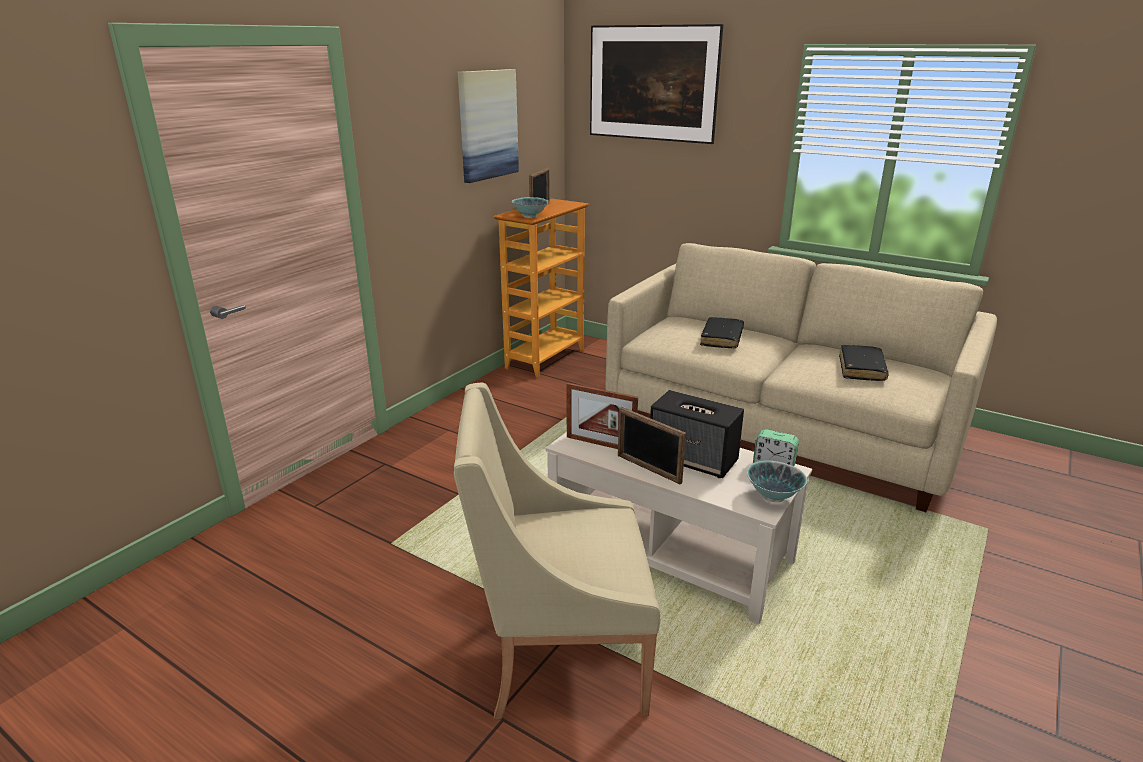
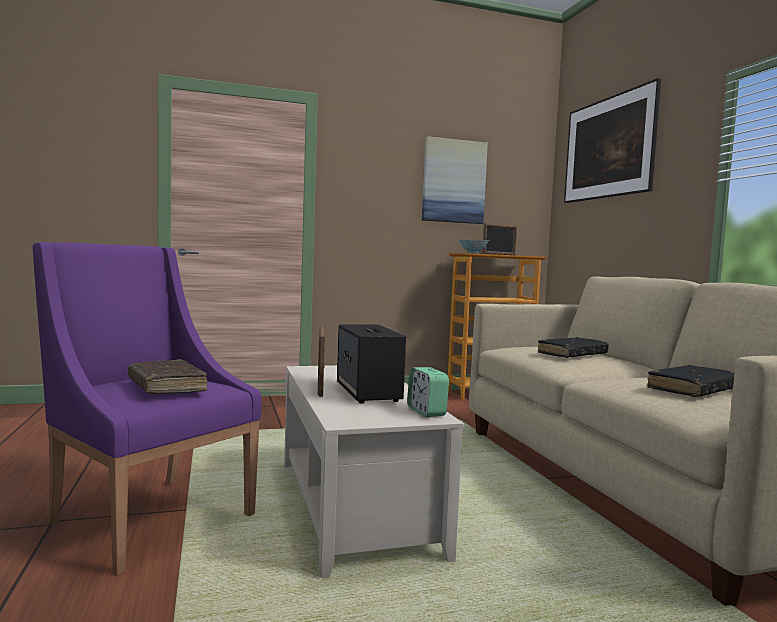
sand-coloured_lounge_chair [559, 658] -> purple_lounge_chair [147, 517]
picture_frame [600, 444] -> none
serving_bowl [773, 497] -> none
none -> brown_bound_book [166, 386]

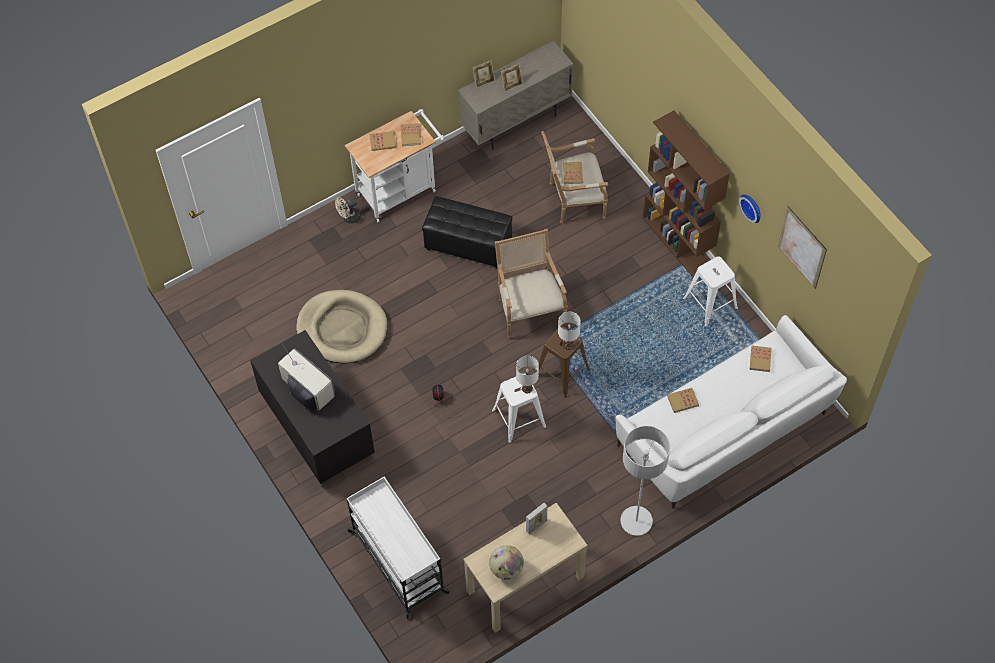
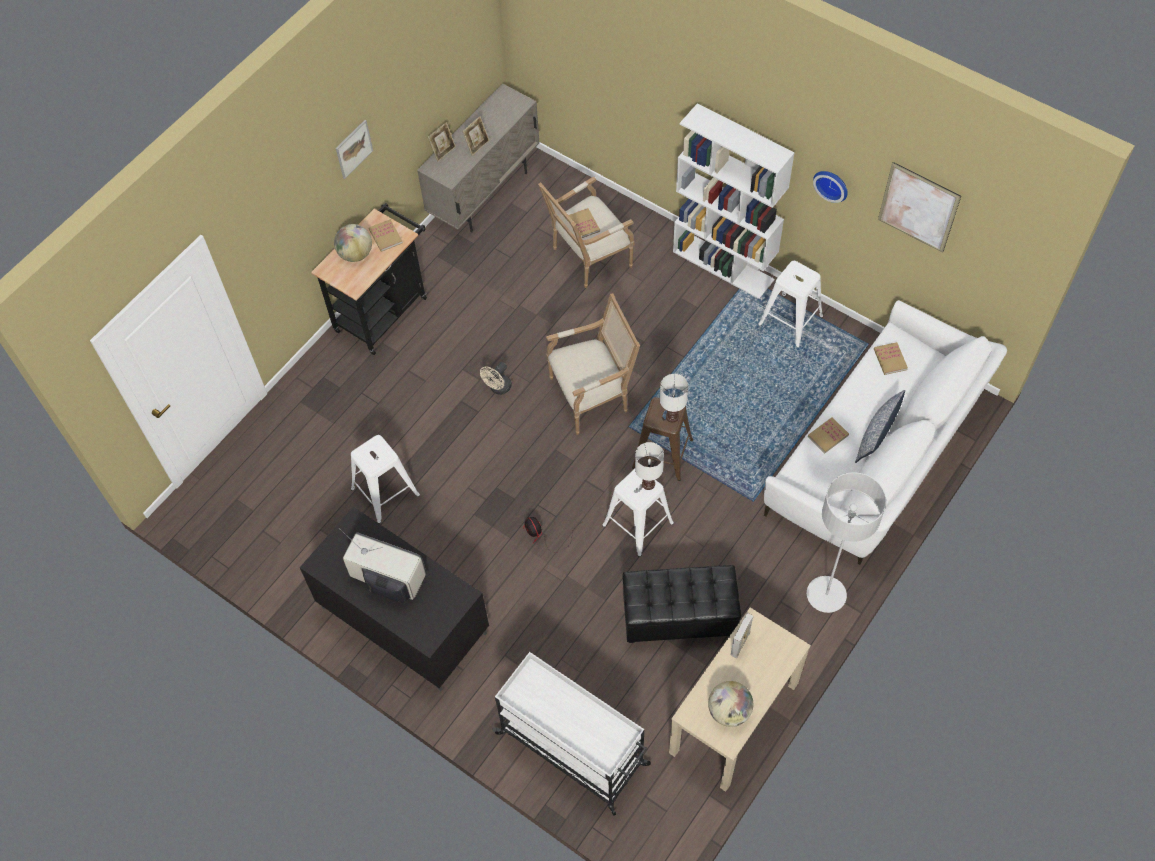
white-coloured_wheeled_cart [400, 190] -> black-coloured_wheeled_cart [384, 310]
brown_bookshelf [678, 242] -> white-coloured_bookshelf [724, 265]
bound_book [383, 142] -> globe [355, 254]
black-coloured_footrest [468, 245] -> black-coloured_footrest [679, 618], relocated
sand-coloured_fan [349, 218] -> sand-coloured_fan [498, 388], relocated
lounge_chair [529, 309] -> lounge_chair [593, 395], 105 degrees clockwise
sand-coloured_pet_bed [342, 329] -> white-coloured_stool_seat [384, 492]
none -> wall_art [353, 149]
none -> cushion [877, 434]

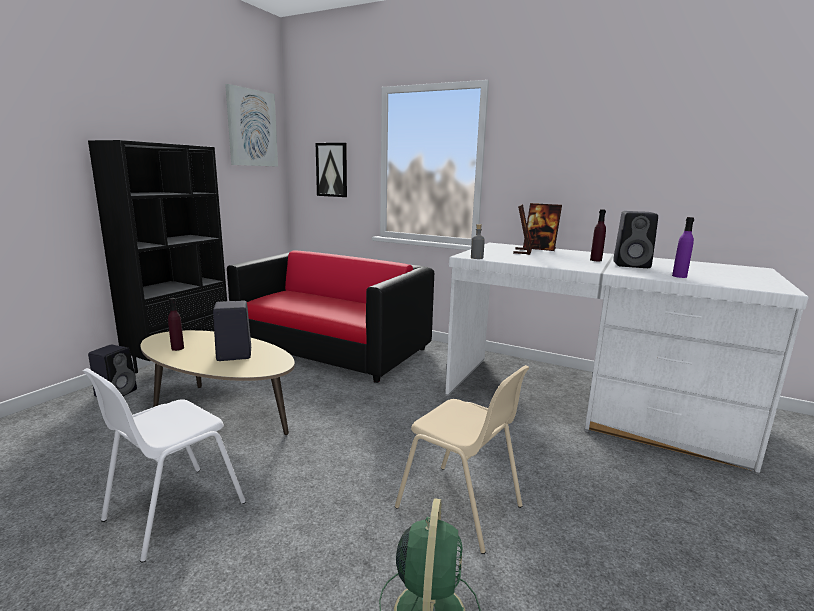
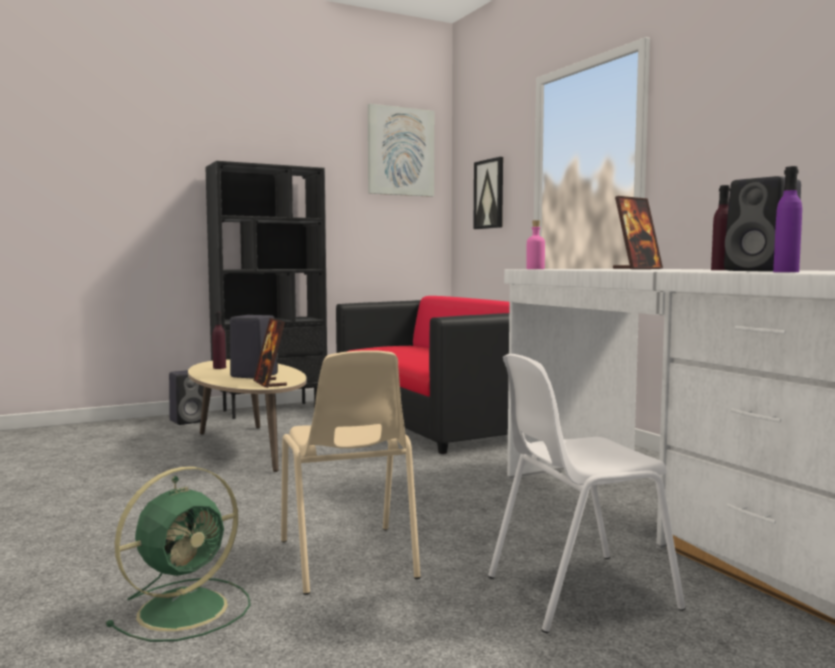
picture_frame [539, 248] -> picture_frame [270, 383], relocated
grey_drink_bottle [476, 258] -> pink-coloured_drink_bottle [535, 269]
white-coloured_chair [173, 511] -> white-coloured_chair [577, 592], relocated

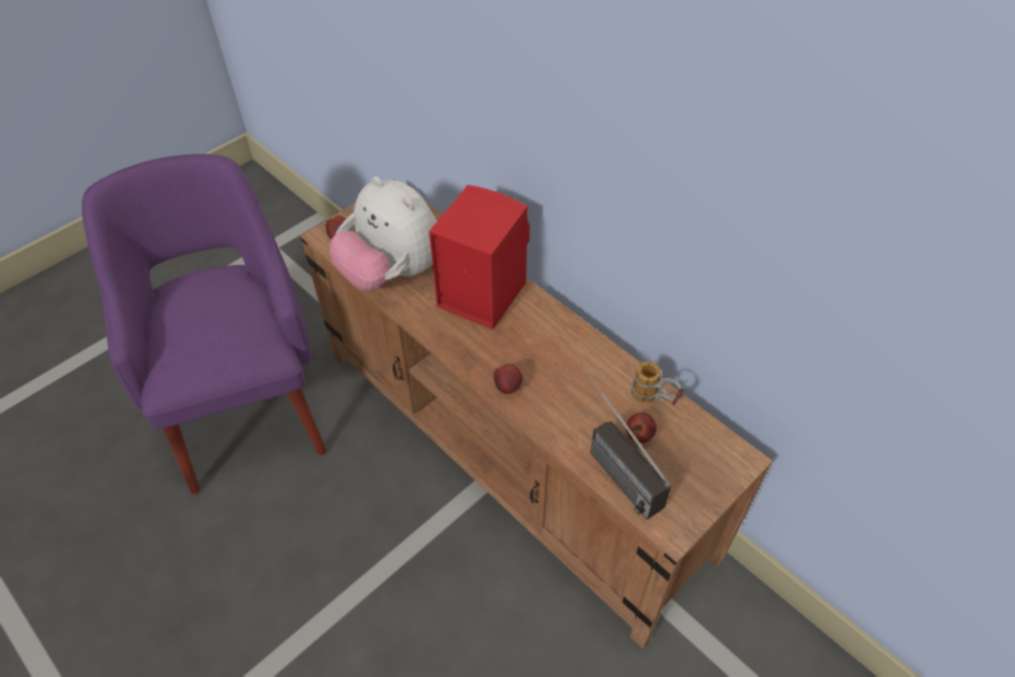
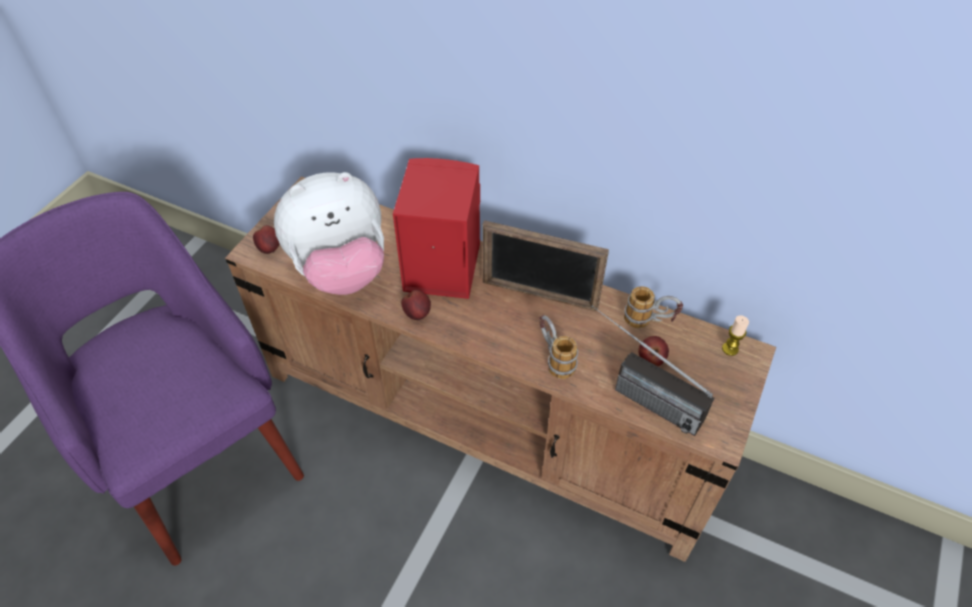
plush_toy [392, 273] -> plush_toy [341, 270], 45 degrees counterclockwise
whole_apple [508, 387] -> whole_apple [418, 314], relocated
none -> picture_frame [539, 295]
none -> mug [554, 358]
none -> candle [730, 349]

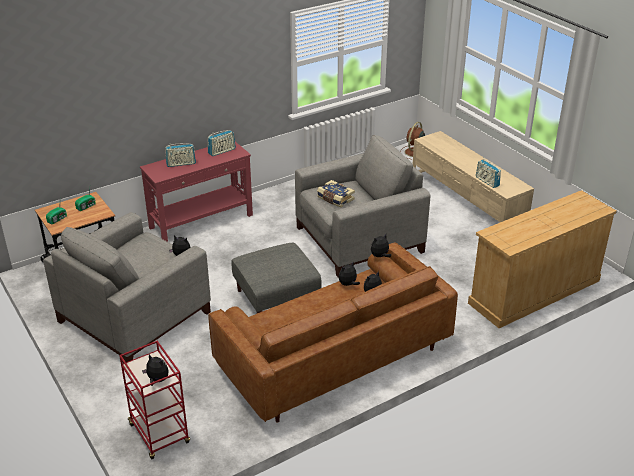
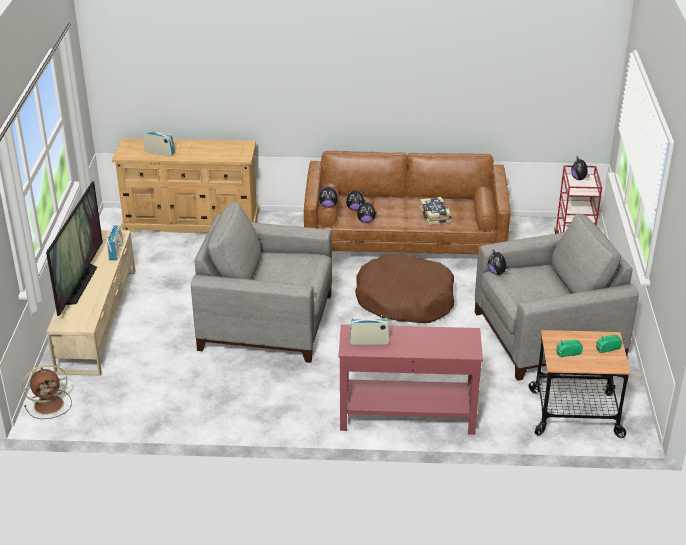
radio_set [181, 164] -> radio_set [159, 152], relocated
bound_book [335, 199] -> bound_book [435, 216], relocated
grey_footrest [276, 298] -> brown_pet_bed [405, 300]
none -> television [80, 284]

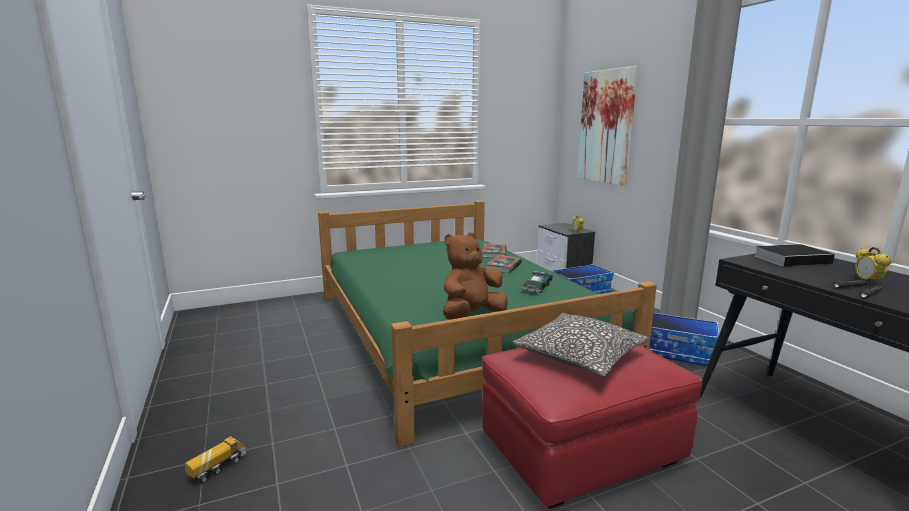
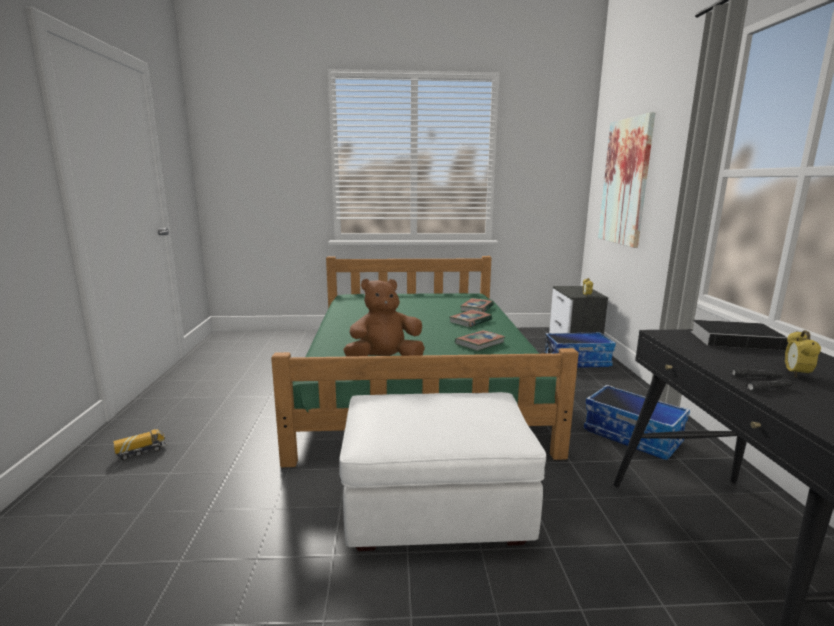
miniature_car [537, 287] -> bound_book [480, 343]
cushion [580, 356] -> none
red-coloured_footrest [580, 450] -> white-coloured_footrest [436, 508]

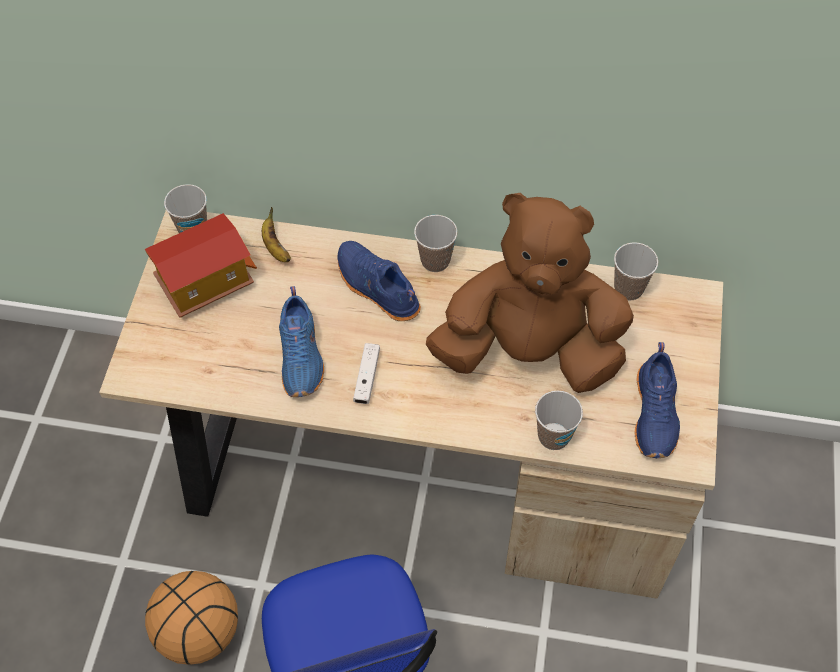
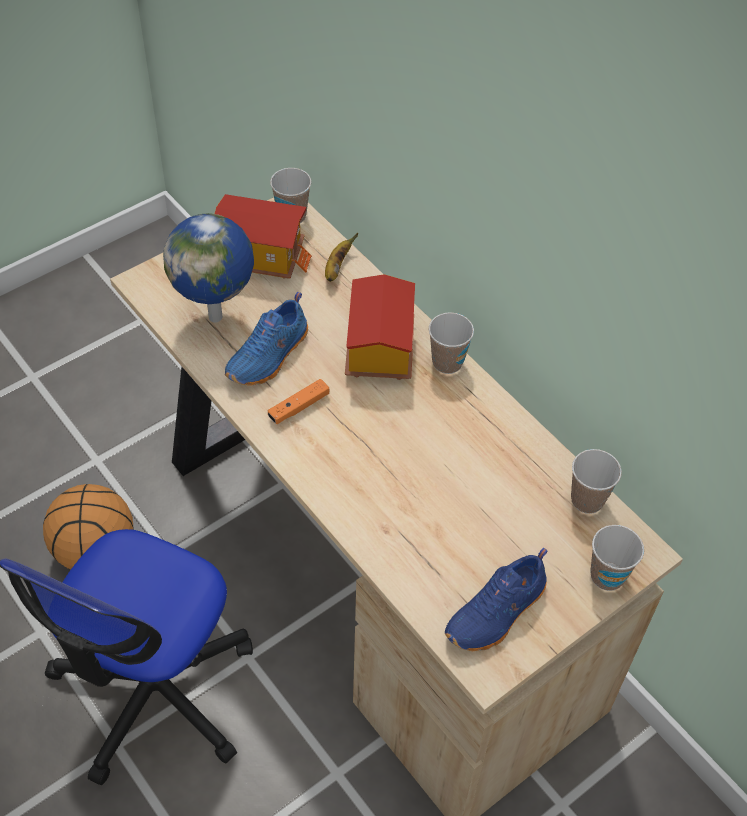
brown_plush_toy [529, 351] -> none
bluish_shoe [376, 289] -> model_house [378, 350]
white-coloured_game_controller [367, 378] -> orange-coloured_game_controller [299, 407]
drinking_cup [553, 436] -> drinking_cup [607, 576], relocated
none -> globe [217, 316]

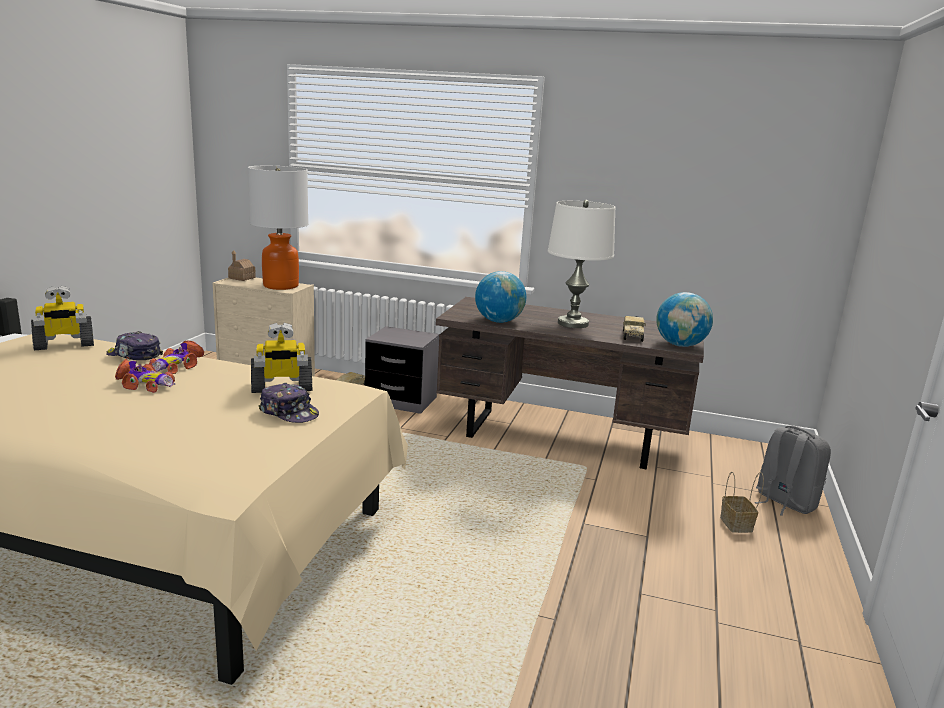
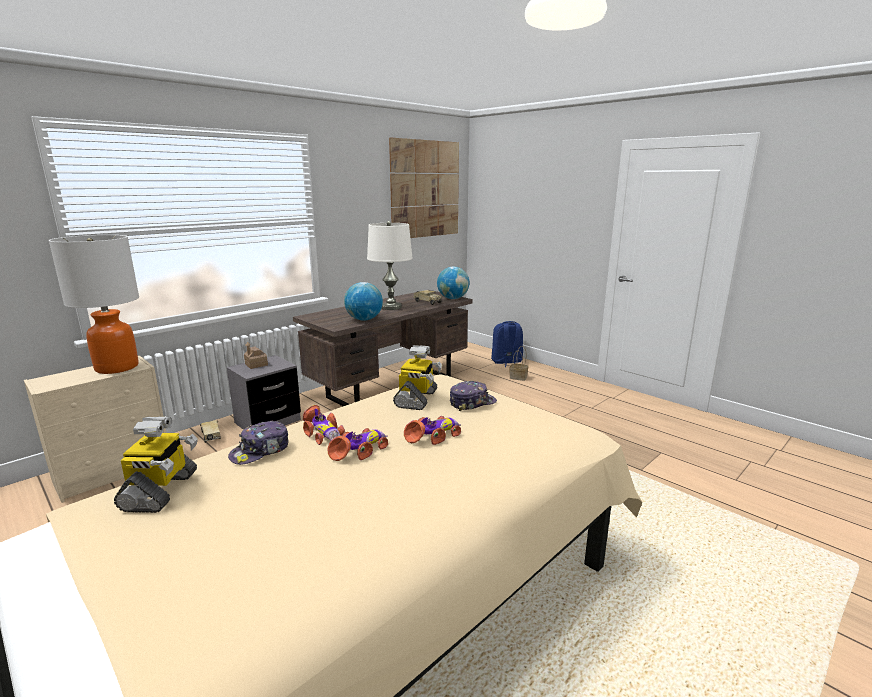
model_house [241, 278] -> model_house [256, 364], relocated
grey_rucksack [784, 502] -> bluish_rucksack [506, 362]
none -> wall_art [425, 189]
none -> miniature_car [434, 436]

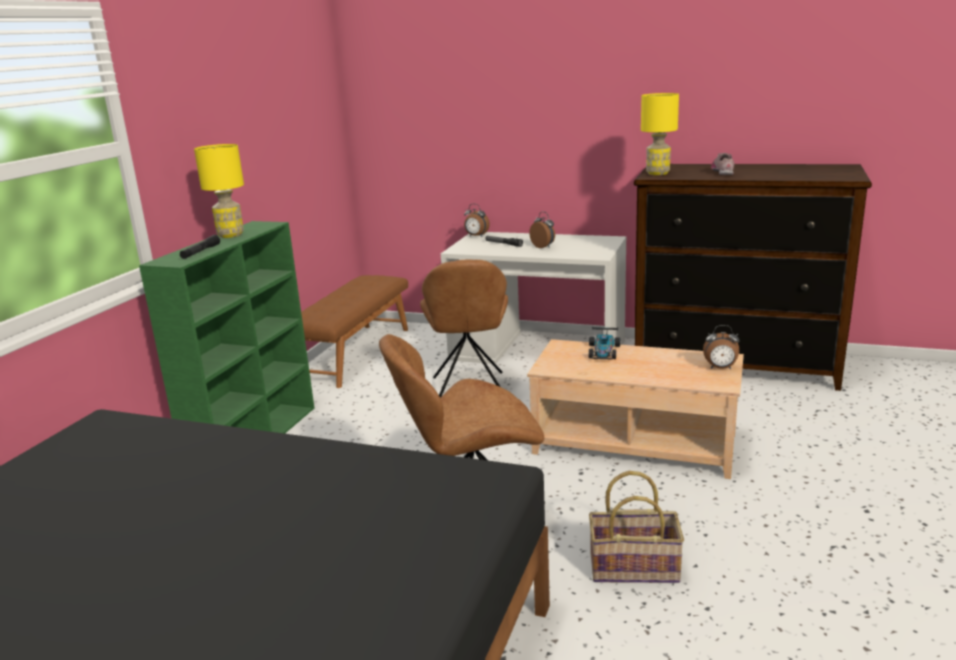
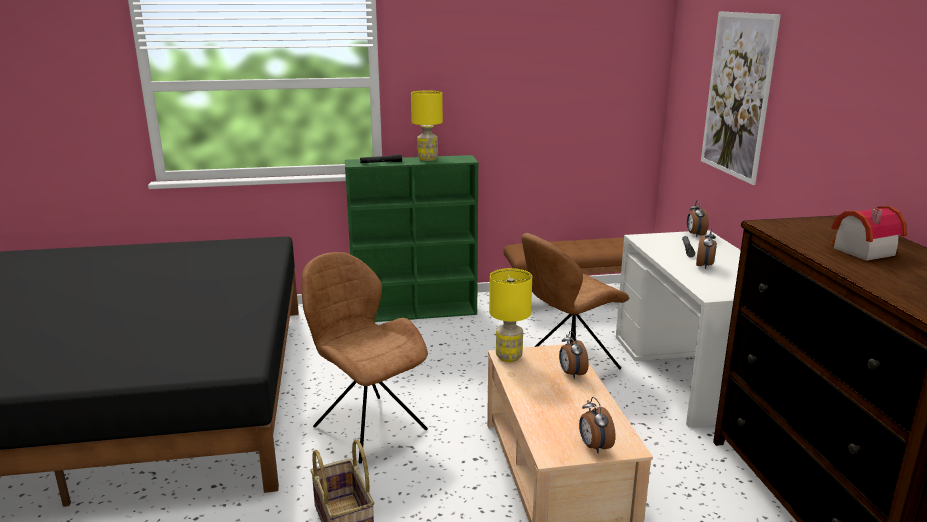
yellow-coloured_lamp_for_a_table [658, 173] -> yellow-coloured_lamp_for_a_table [509, 357], relocated
shoe [723, 172] -> model_house [859, 251]
miniature_car [603, 351] -> table_clock [571, 374]
none -> wall_art [737, 95]

